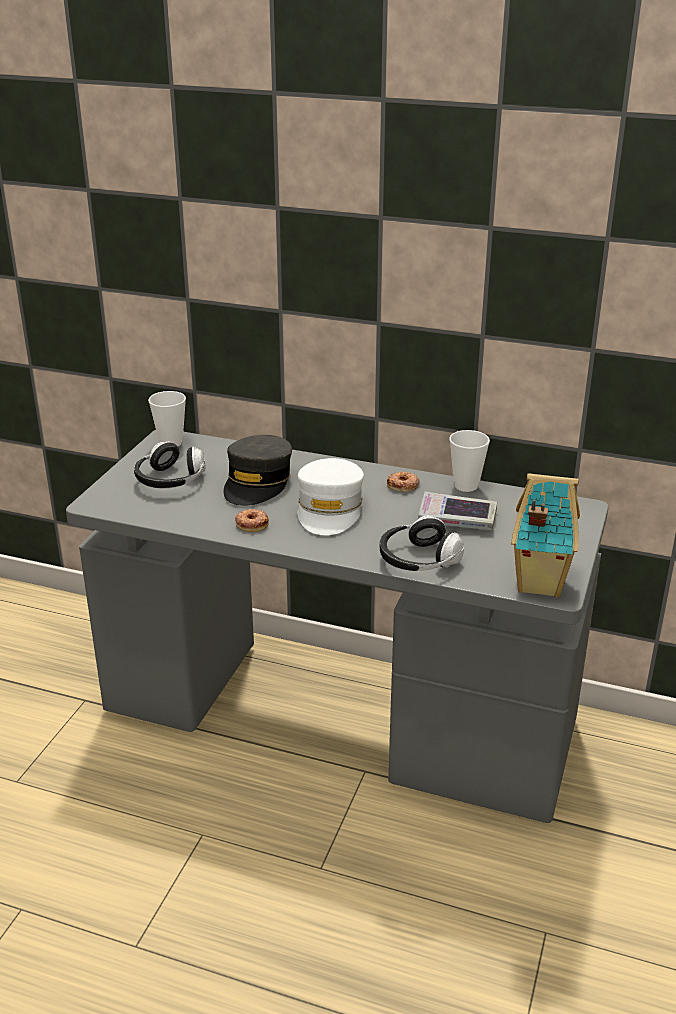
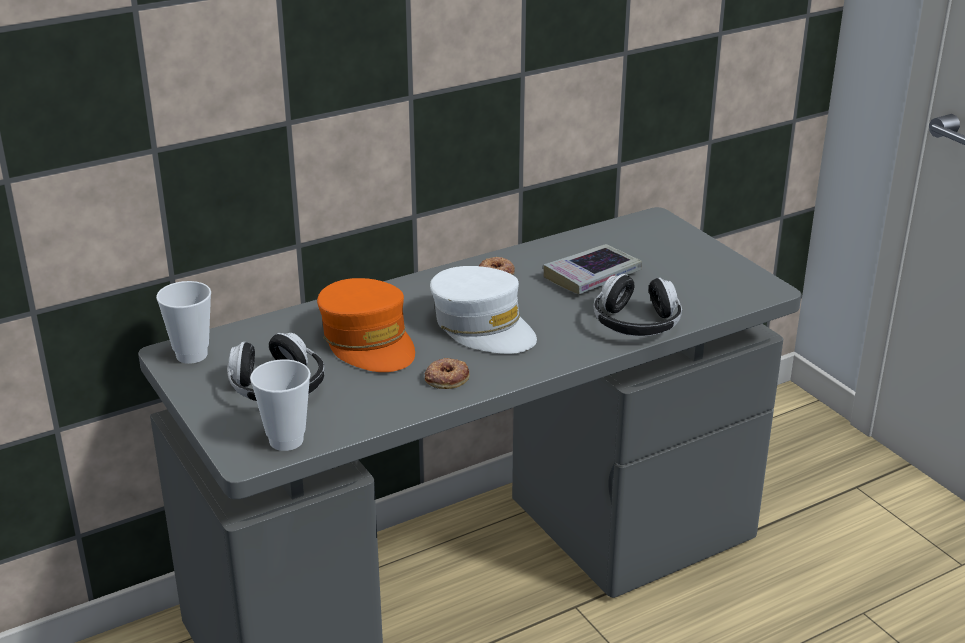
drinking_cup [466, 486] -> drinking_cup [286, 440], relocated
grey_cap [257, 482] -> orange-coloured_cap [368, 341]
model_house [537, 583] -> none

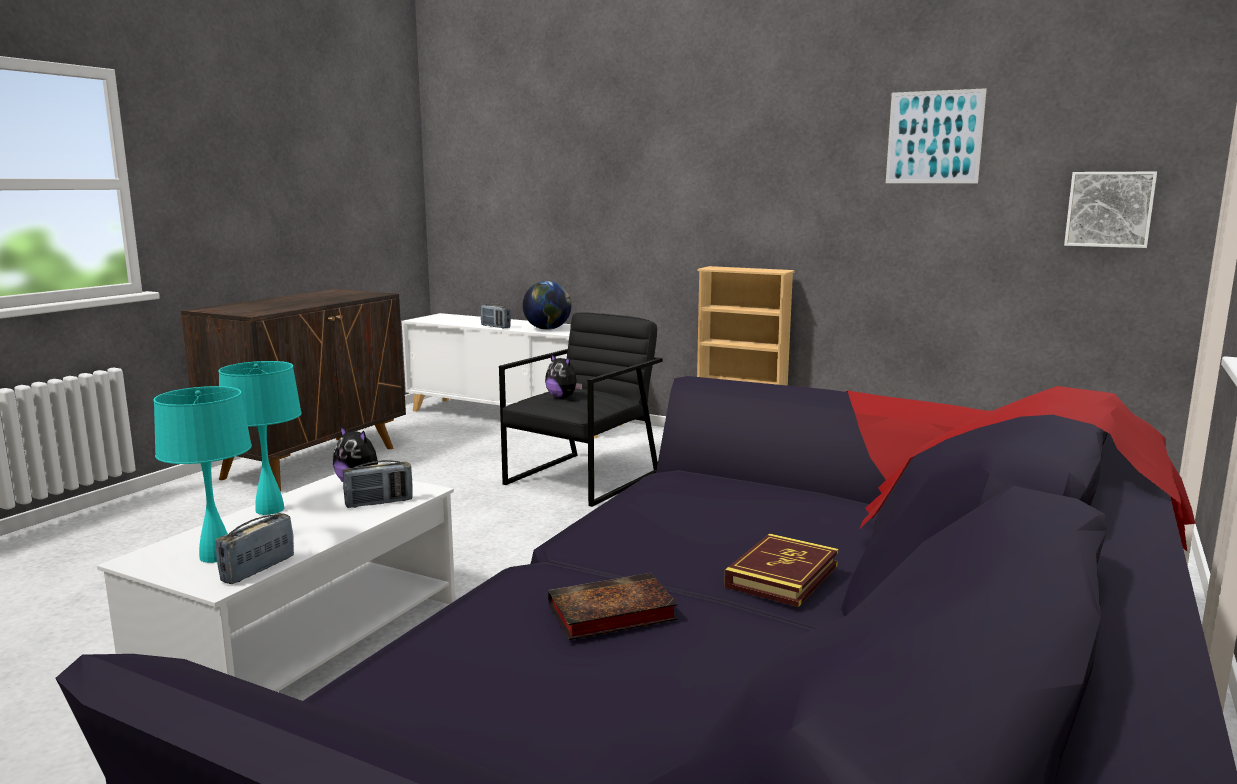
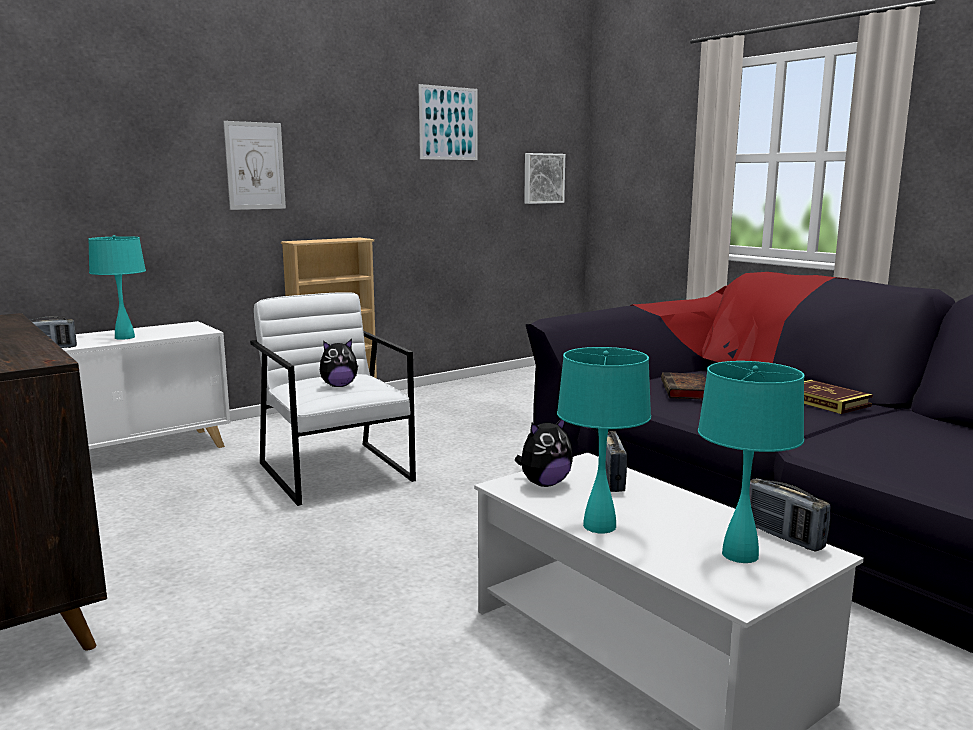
globe [547, 329] -> turquoise_lamp_for_a_table [125, 337]
black-coloured_lounge_chair [583, 478] -> white-coloured_lounge_chair [336, 471]
bound_book [609, 614] -> bound_book [687, 391], relocated
none -> wall_art [255, 166]

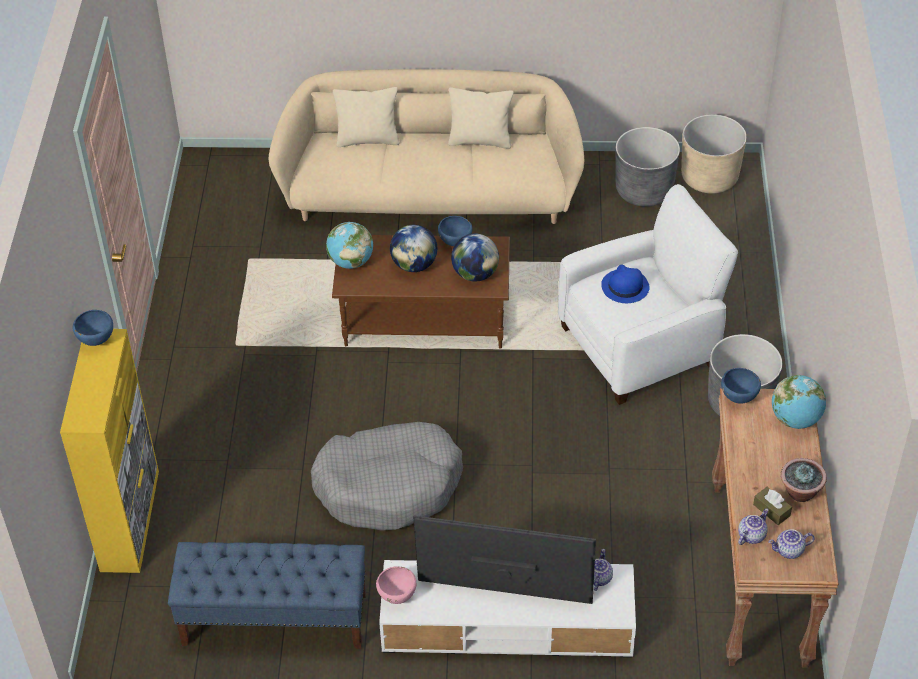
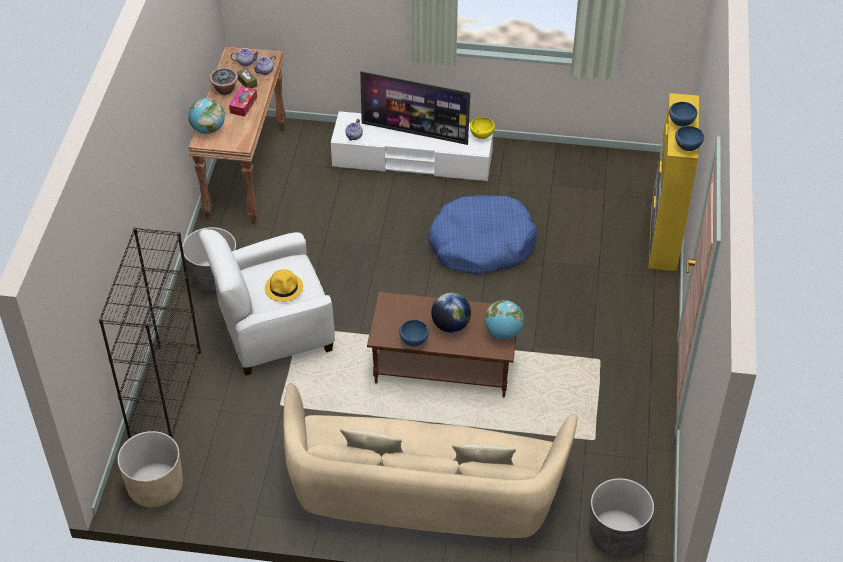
grey_planter [644, 190] -> grey_planter [616, 535], relocated
globe [475, 274] -> none
bluish_clothing_hat [624, 287] -> yellow-coloured_clothing_hat [284, 288]
bluish_serving_bowl [739, 398] -> bluish_serving_bowl [680, 124], relocated
grey_pet_bed [389, 485] -> bluish_pet_bed [481, 244]
bluish_long_seat [274, 619] -> none
pink-coloured_serving_bowl [397, 596] -> yellow-coloured_serving_bowl [481, 137]
none -> box_of_tissues [243, 105]
none -> black-coloured_bookshelf [165, 393]

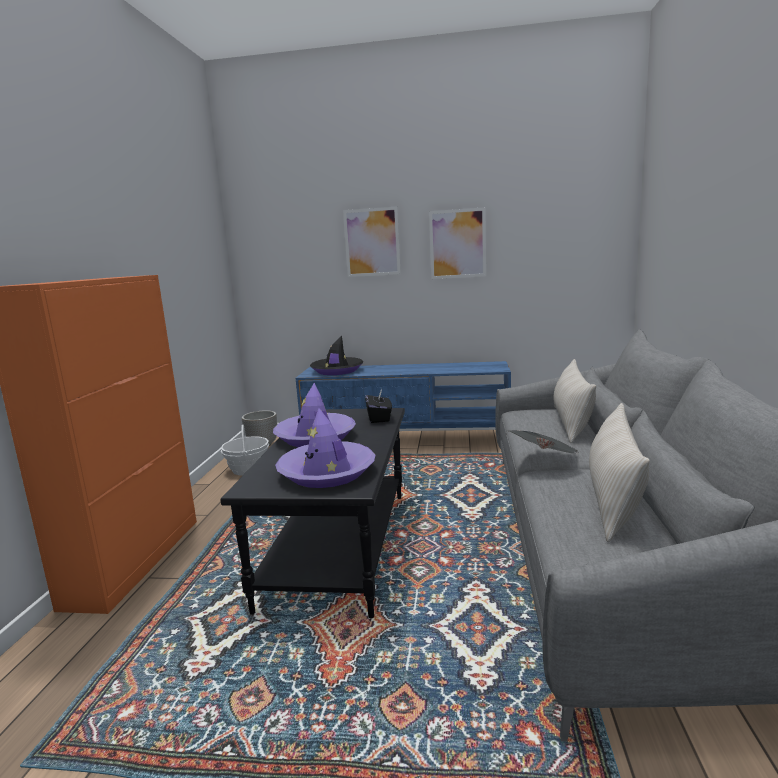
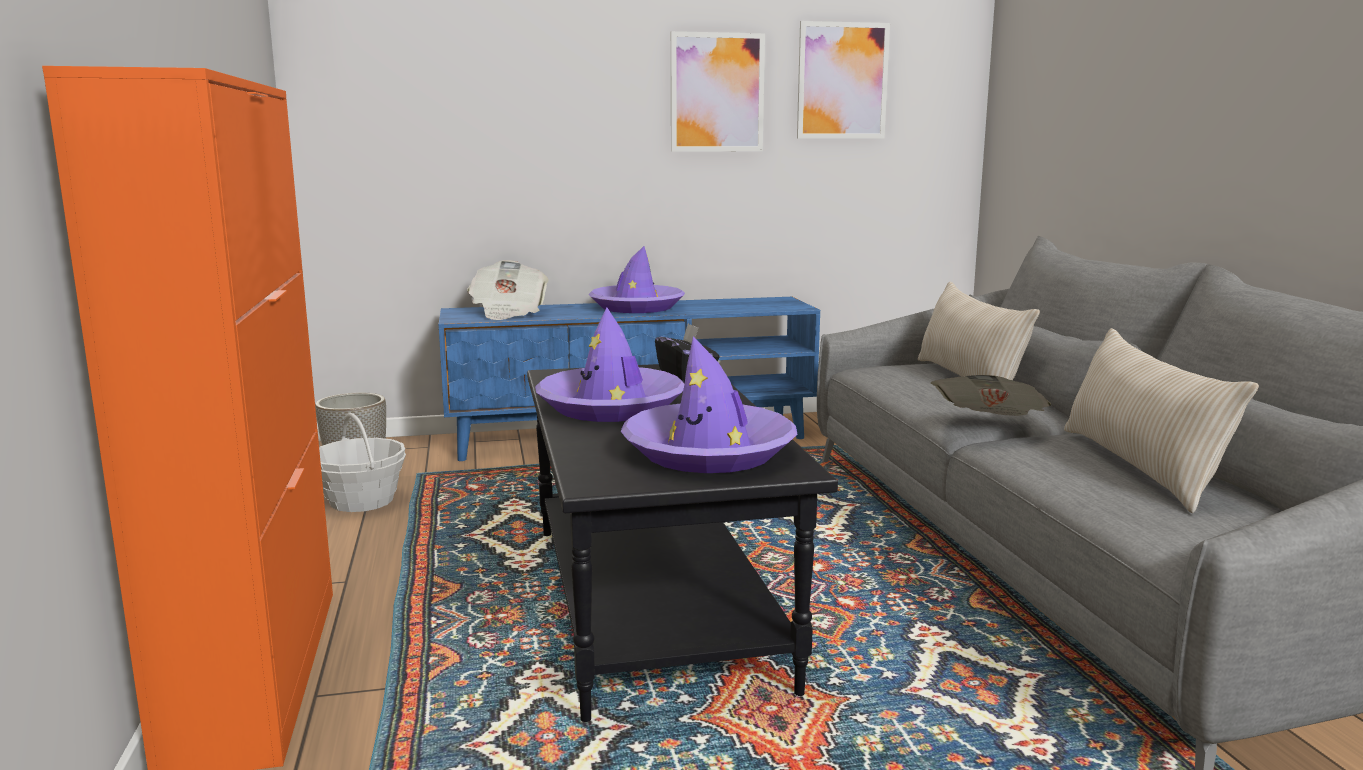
wall_art [372, 242] -> wall_art [842, 81], relocated
black-coloured_clothing_hat [337, 371] -> newspaper [508, 312]
none -> purple_clothing_hat [636, 307]

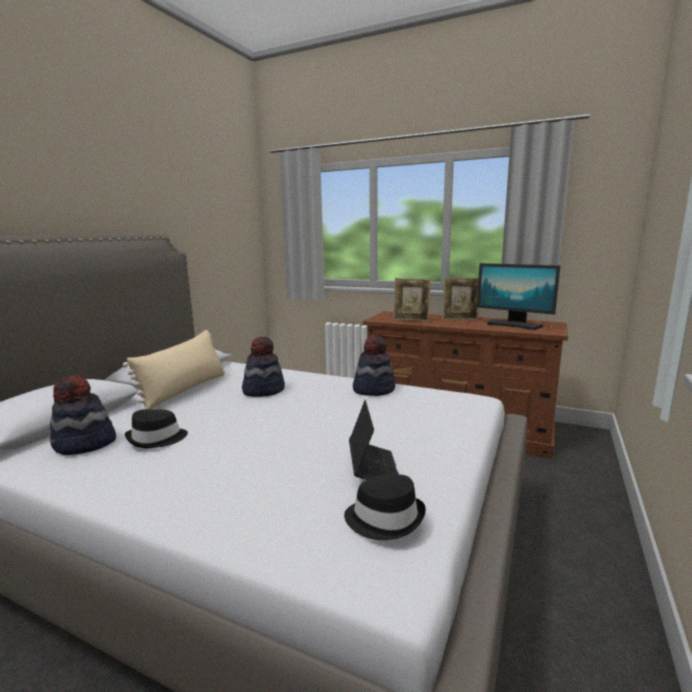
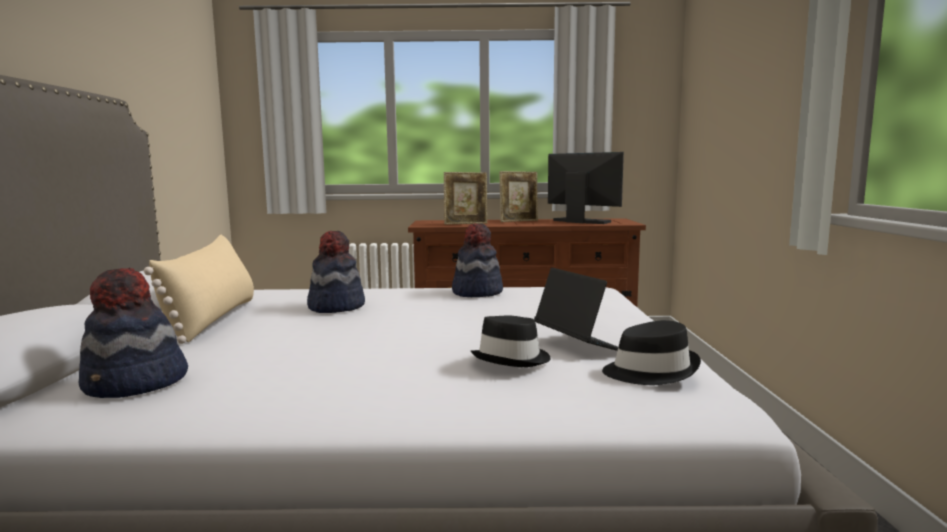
monitor [513, 325] -> monitor [581, 221], 150 degrees counterclockwise
black-coloured_clothing_hat [157, 439] -> black-coloured_clothing_hat [513, 358], relocated

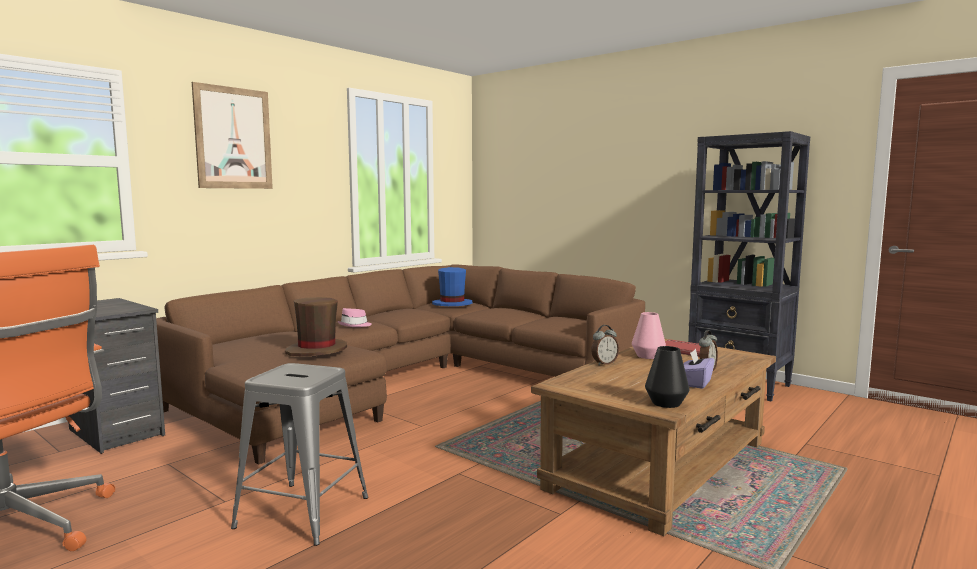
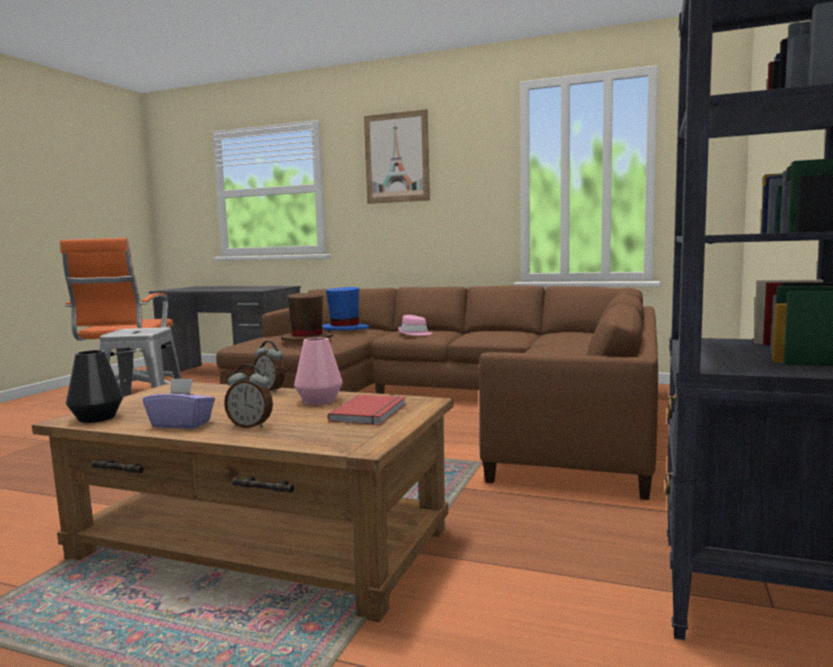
bluish_clothing_hat [452, 304] -> bluish_clothing_hat [345, 329], relocated

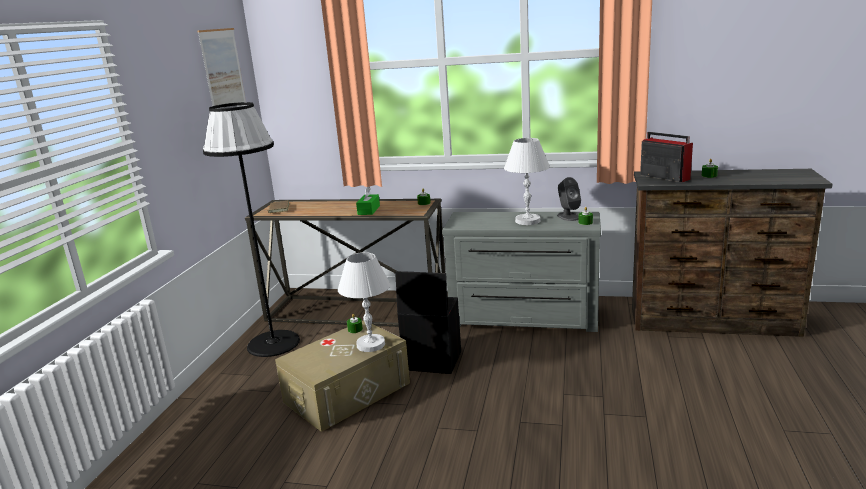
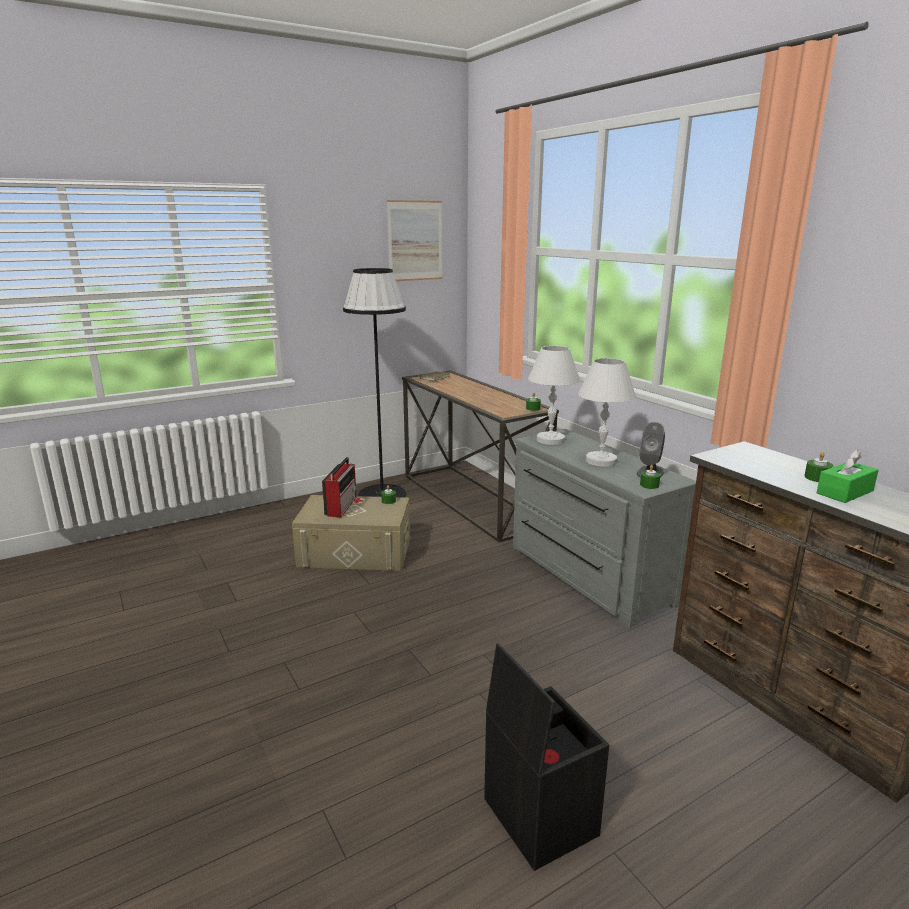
radio_set [663, 177] -> radio_set [341, 506], relocated
greenish_box_of_tissues [368, 210] -> greenish_box_of_tissues [844, 492], relocated
white-coloured_lamp_for_a_table [371, 344] -> white-coloured_lamp_for_a_table [550, 440], relocated
black-coloured_storage_bin [431, 361] -> black-coloured_storage_bin [537, 816], relocated

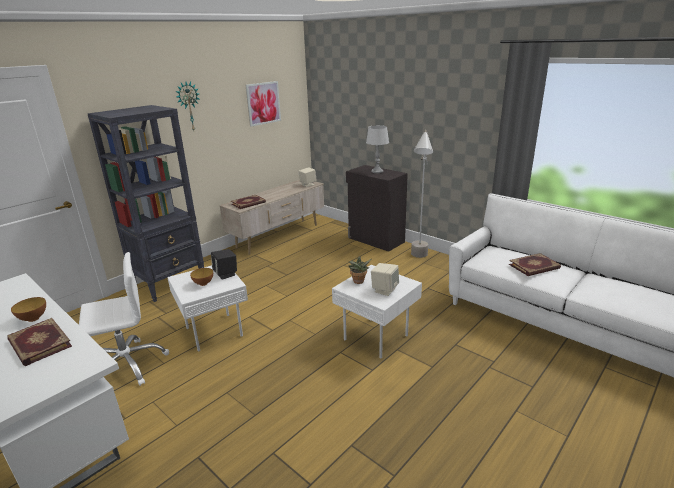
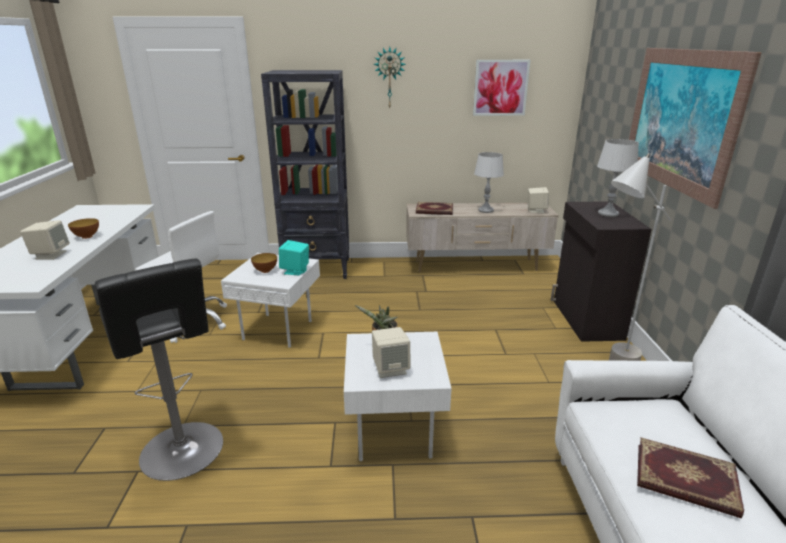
black-coloured_speaker [226, 274] -> turquoise_speaker [295, 271]
bound_book [39, 344] -> sand-coloured_speaker [50, 255]
none -> wall_art [679, 119]
none -> grey_lamp_for_a_table [486, 210]
none -> black-coloured_stool_seat [184, 453]

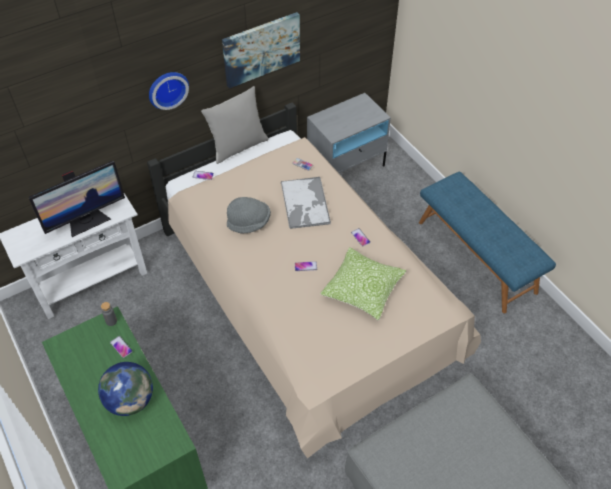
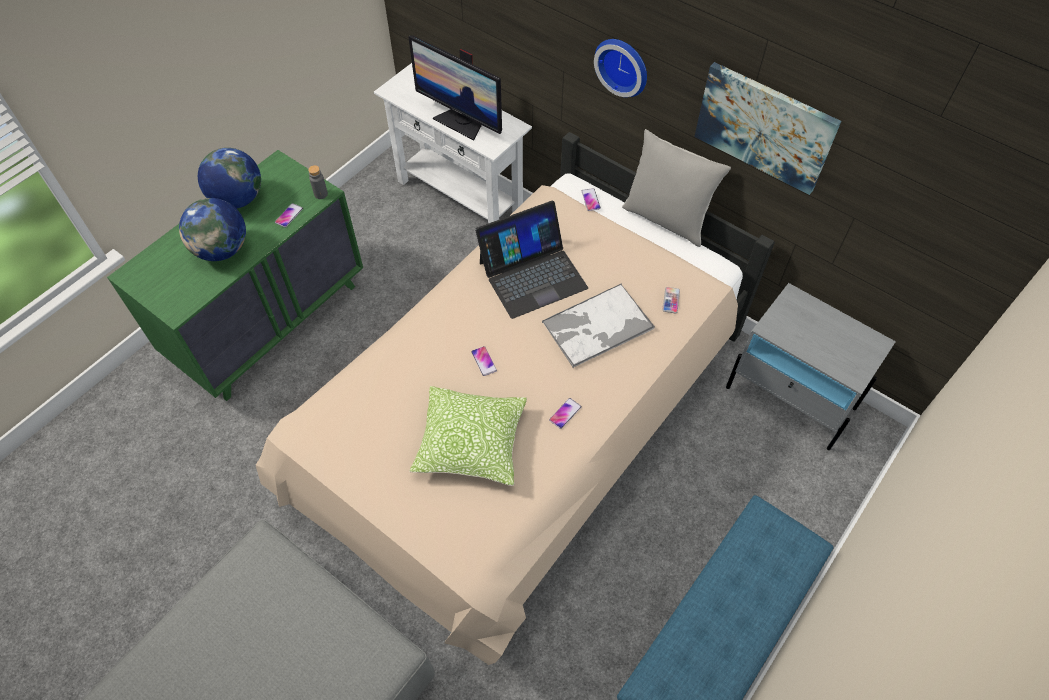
grey_clothing_hat [249, 222] -> laptop [532, 274]
none -> globe [238, 199]

